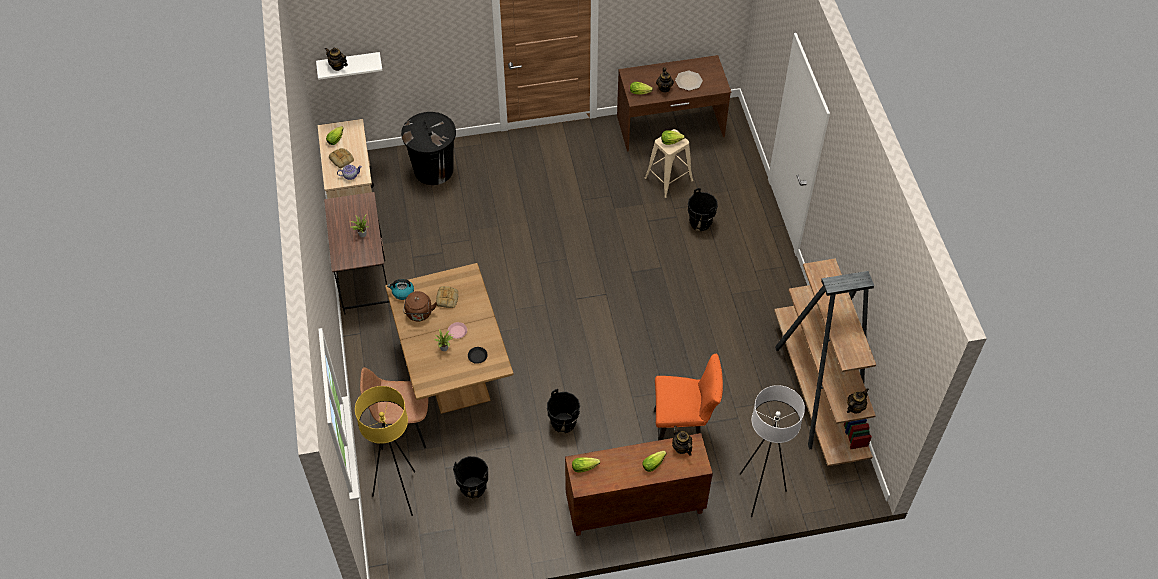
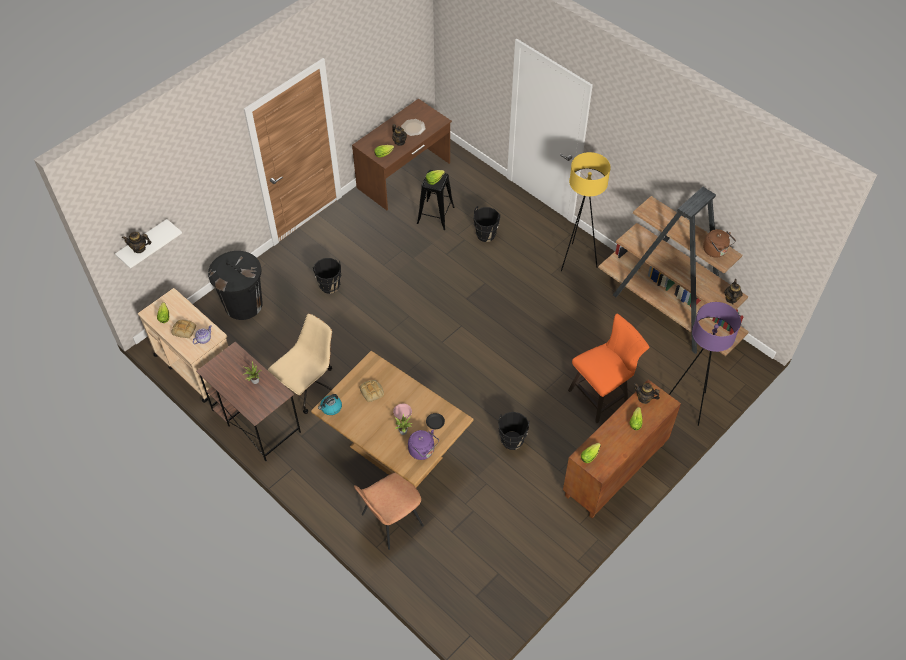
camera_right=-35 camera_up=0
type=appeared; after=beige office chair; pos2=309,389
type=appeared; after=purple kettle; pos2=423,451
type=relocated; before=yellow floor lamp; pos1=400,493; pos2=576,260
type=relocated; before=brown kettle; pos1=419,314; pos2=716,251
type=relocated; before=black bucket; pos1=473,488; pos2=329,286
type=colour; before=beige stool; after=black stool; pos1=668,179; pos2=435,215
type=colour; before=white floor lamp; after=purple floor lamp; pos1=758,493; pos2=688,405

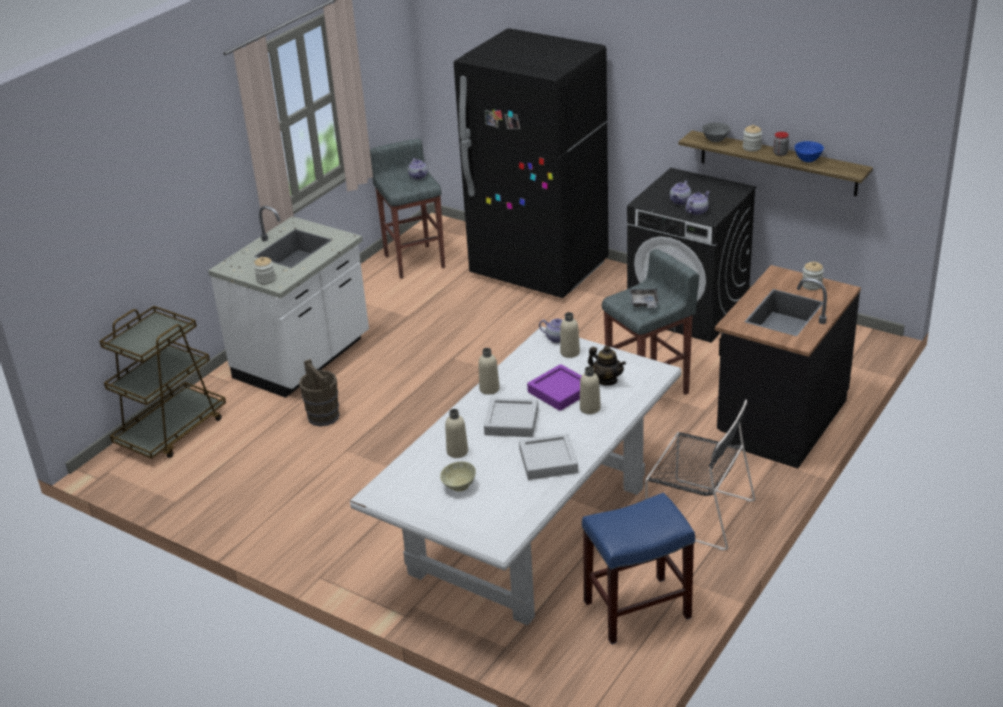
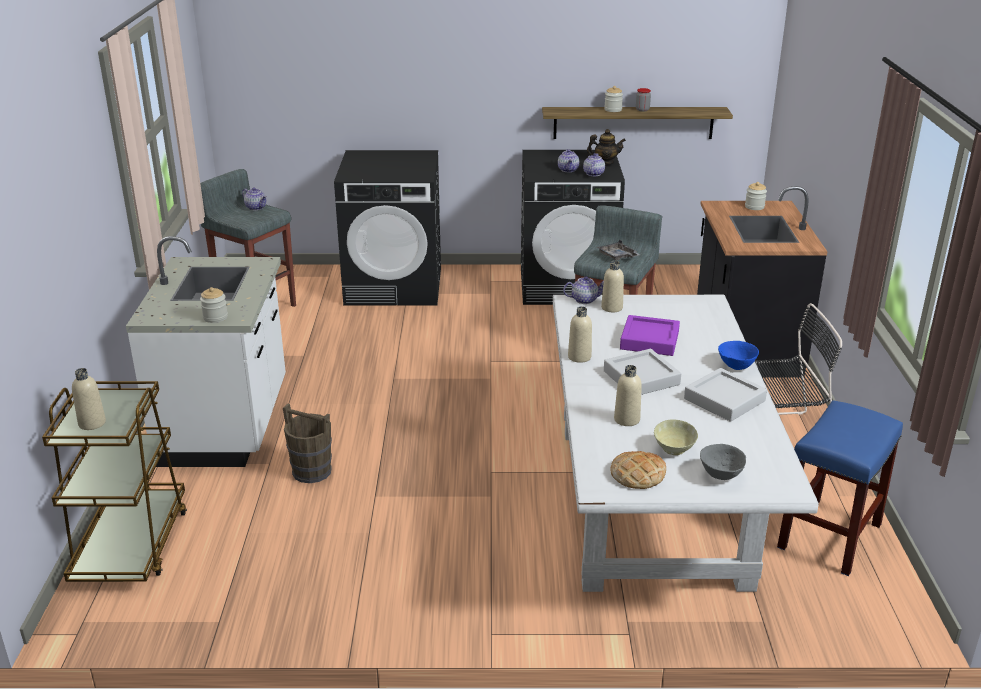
camera_right=-35 camera_up=-5
type=appeared; after=bread; pos2=638,474
type=relocated; before=beige bottle; pos1=590,408; pos2=92,423
type=relocated; before=teapot; pos1=607,380; pos2=605,162
type=relocated; before=grey bowl; pos1=715,141; pos2=721,476
type=relocated; before=blue bowl; pos1=807,160; pos2=736,366
type=exchanged; before=black fridge; after=black washing machine; pos1=539,270; pos2=394,286

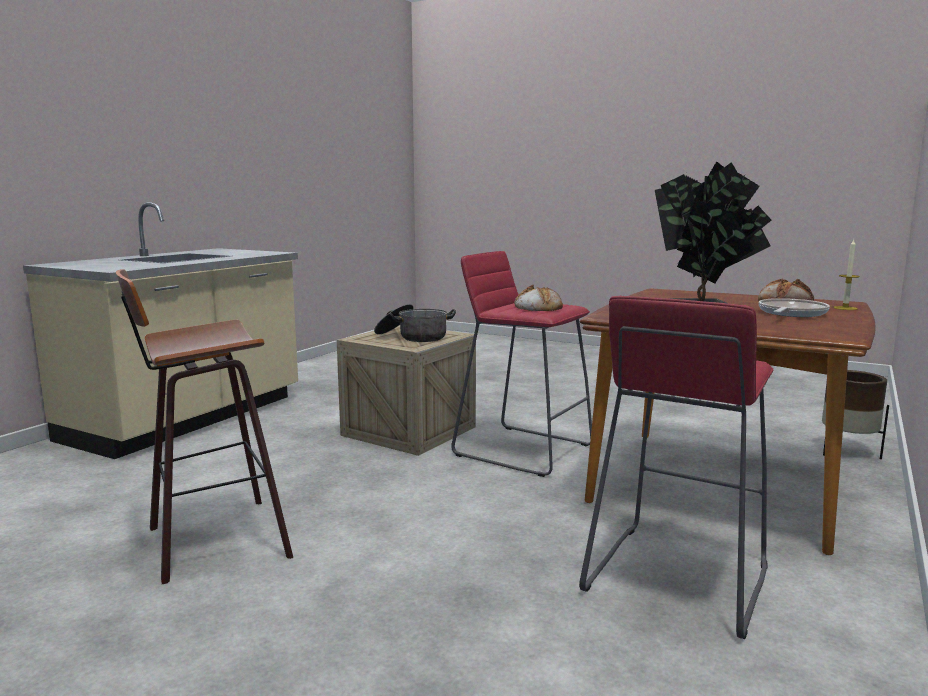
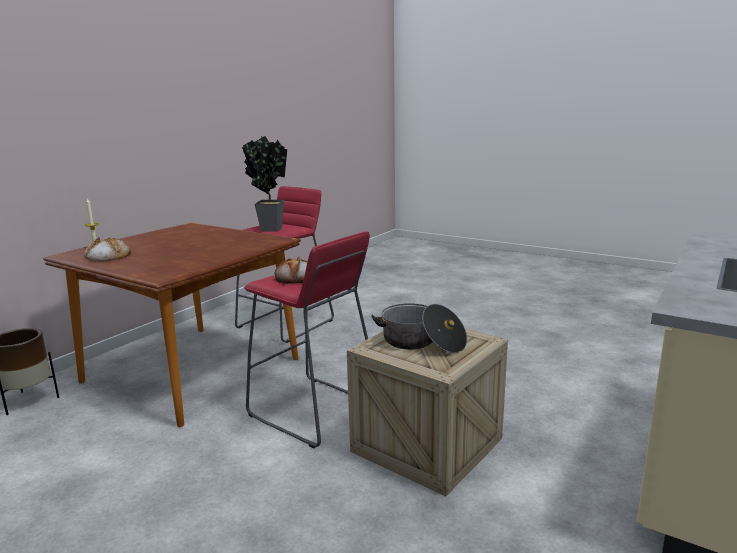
camera_right=-175 camera_up=5
type=missing; before=stool; pos1=212,541
type=missing; before=frying pan; pos1=790,314

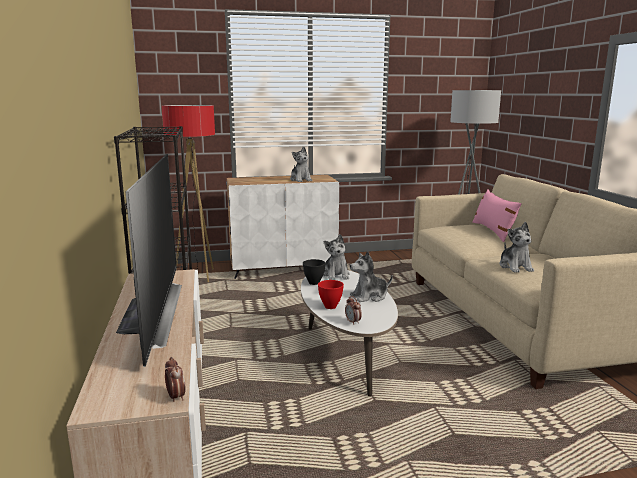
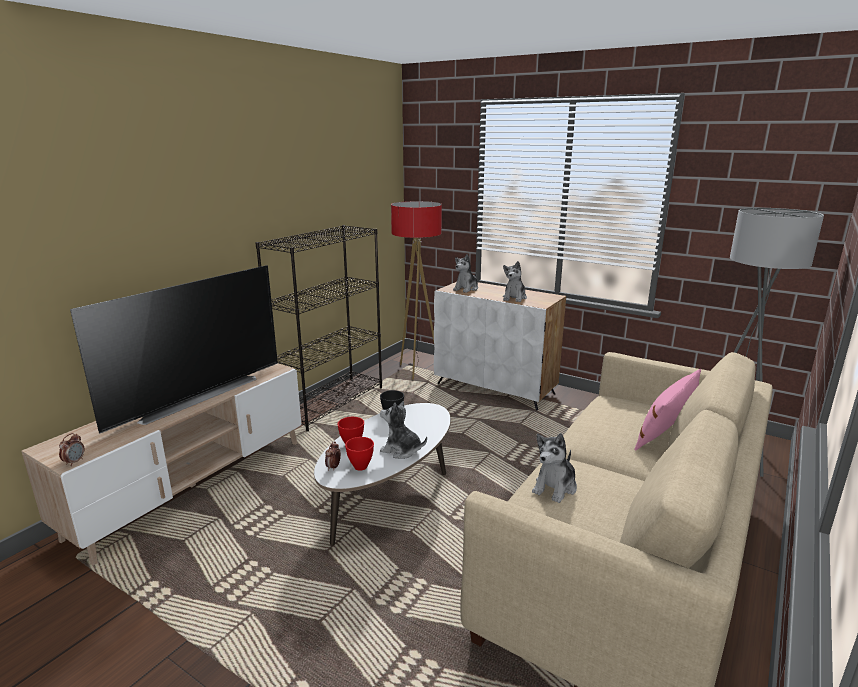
camera_right=45 camera_up=5
type=appeared; after=red bowl; pos2=360,467
type=relocated; before=plush toy; pos1=336,275; pos2=466,289

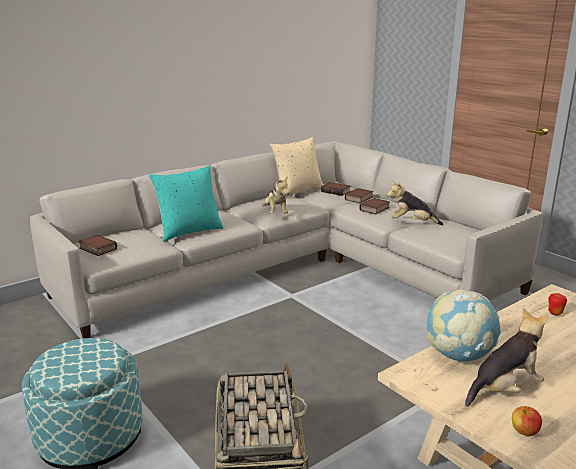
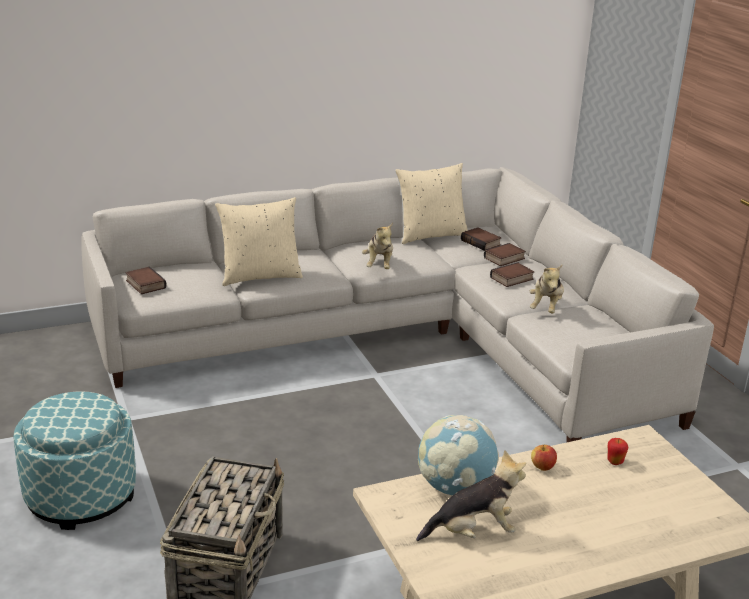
camera_right=15 camera_up=5
type=relocated; before=apple; pos1=524,432; pos2=542,467
type=colour; before=turquoise pillow; after=beige pillow; pos1=189,231; pos2=260,276
type=spun; before=plush toy; pos1=412,223; pos2=546,307; turn=-105

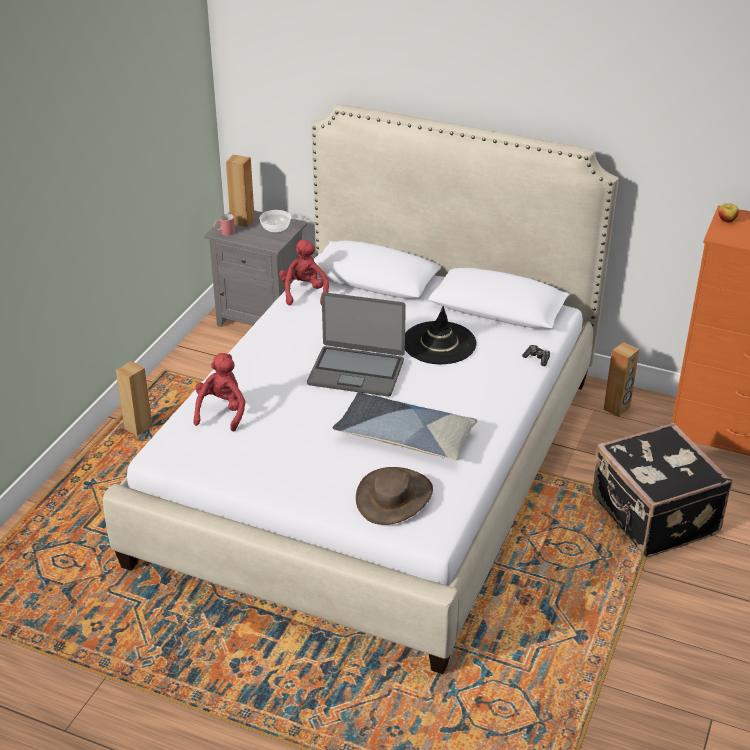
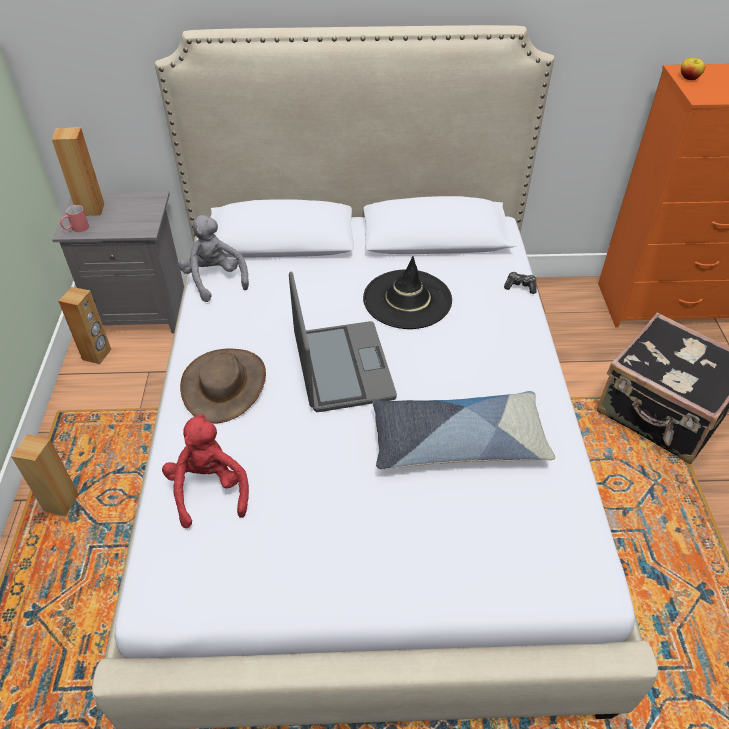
camera_right=-25 camera_up=10
type=missing; before=bowl; pos1=276,228
type=relocated; before=brown hat; pos1=394,497; pos2=225,385
type=relocated; before=brown speaker; pos1=617,408; pos2=97,354
type=colour; before=red plush toy; after=grey plush toy; pos1=304,292; pos2=215,279
type=spun; before=laptop; pos1=356,371; pos2=342,367; turn=-90

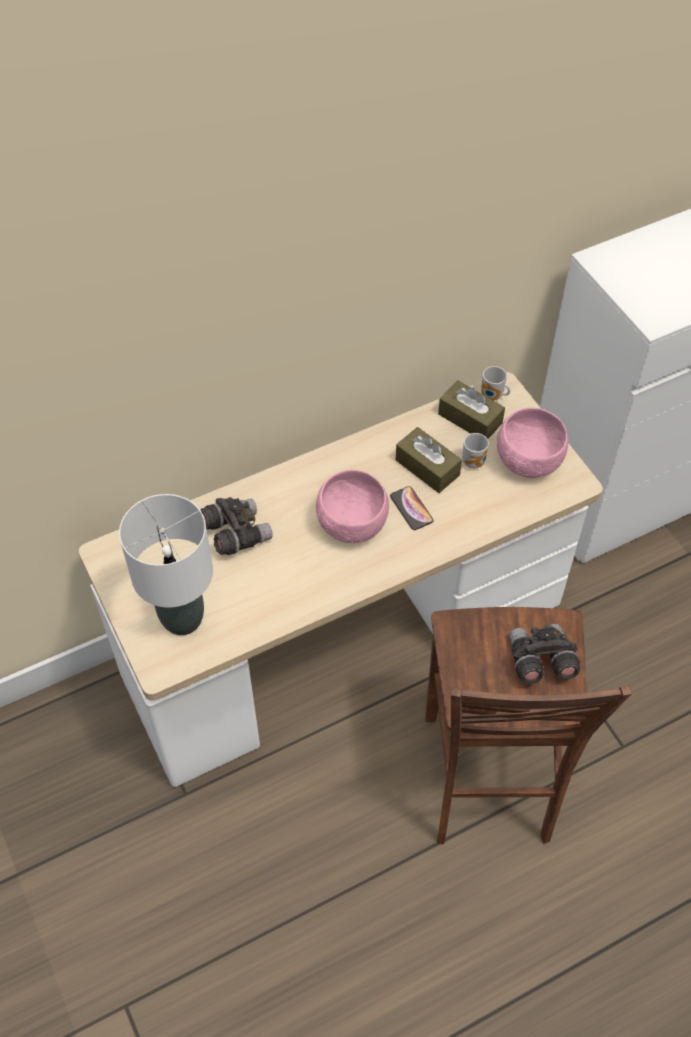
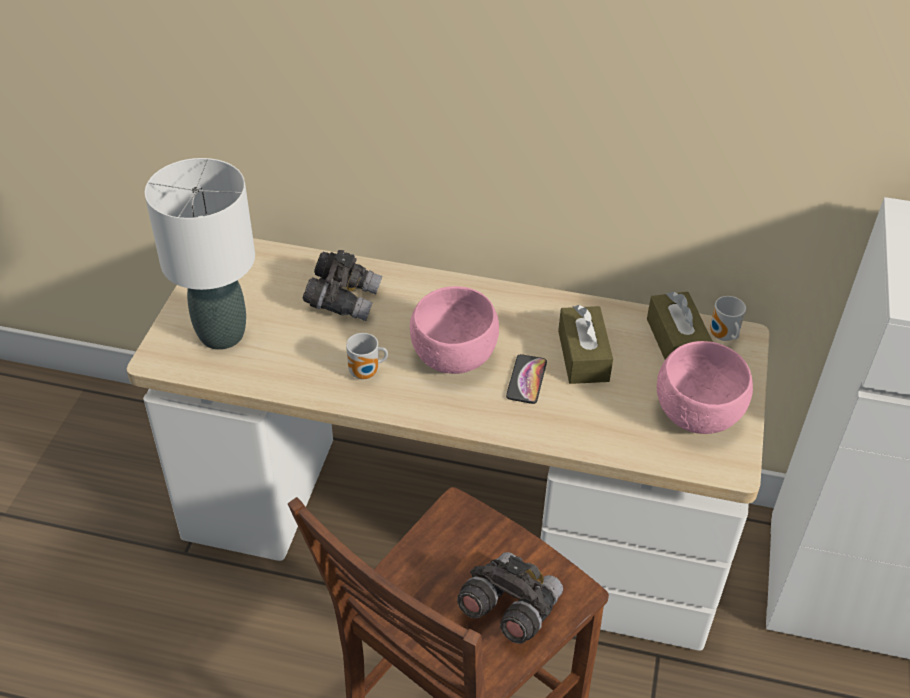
camera_right=40 camera_up=-10
type=relocated; before=mug; pos1=475,461; pos2=366,374

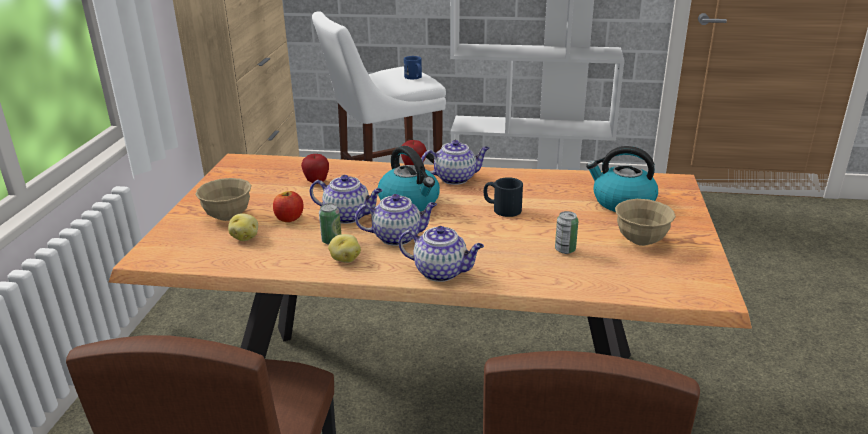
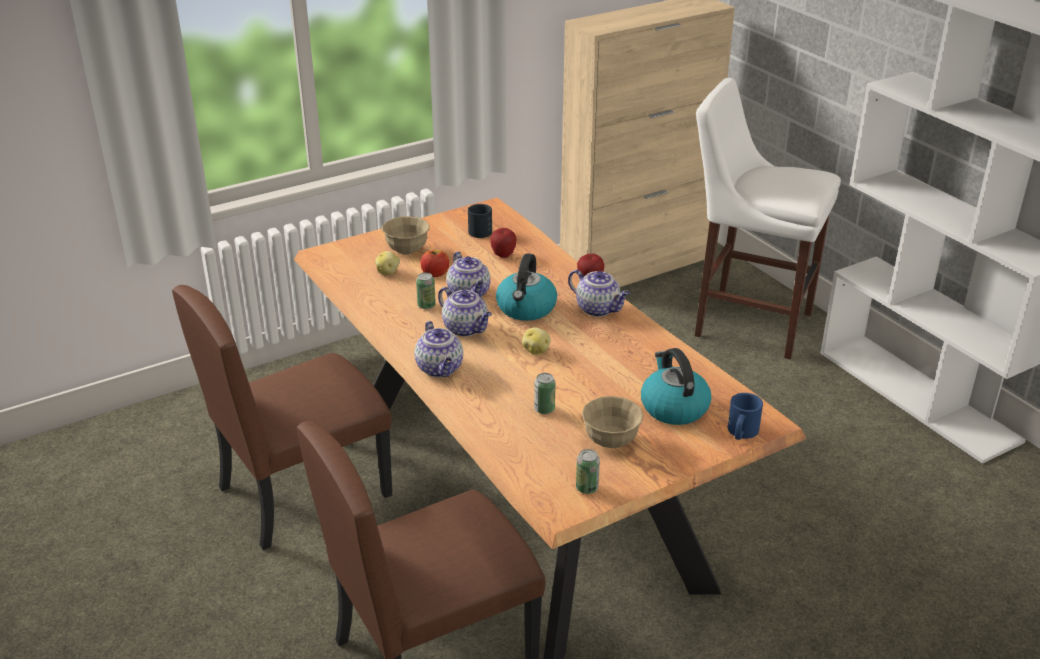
camera_right=50 camera_up=5
type=appeared; after=can; pos2=587,488
type=relocated; before=potato; pos1=345,259; pos2=536,350
type=relocated; before=blue mug; pos1=414,77; pos2=741,433
type=relocated; before=black mug; pos1=501,208; pos2=479,229

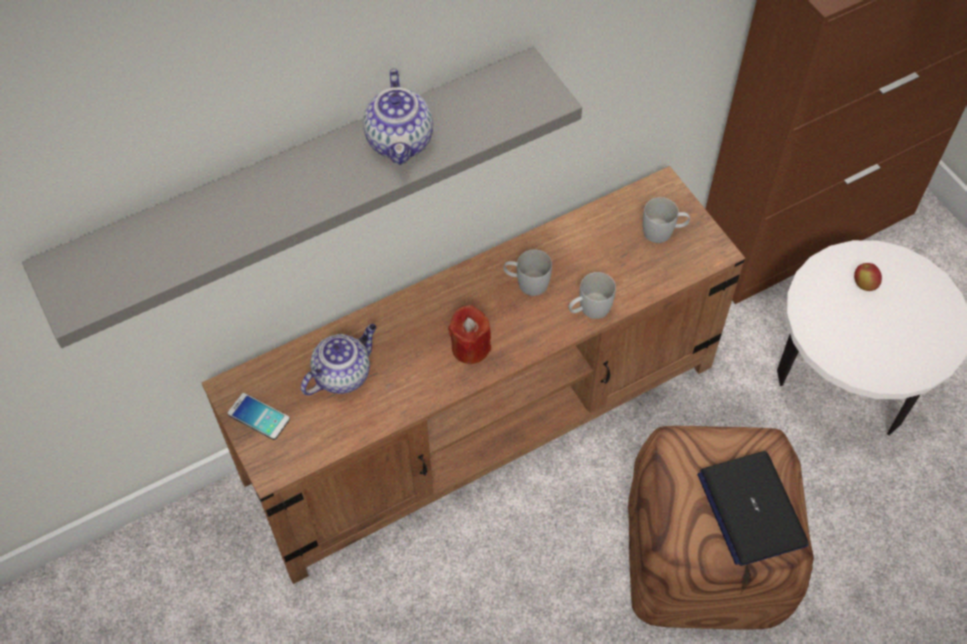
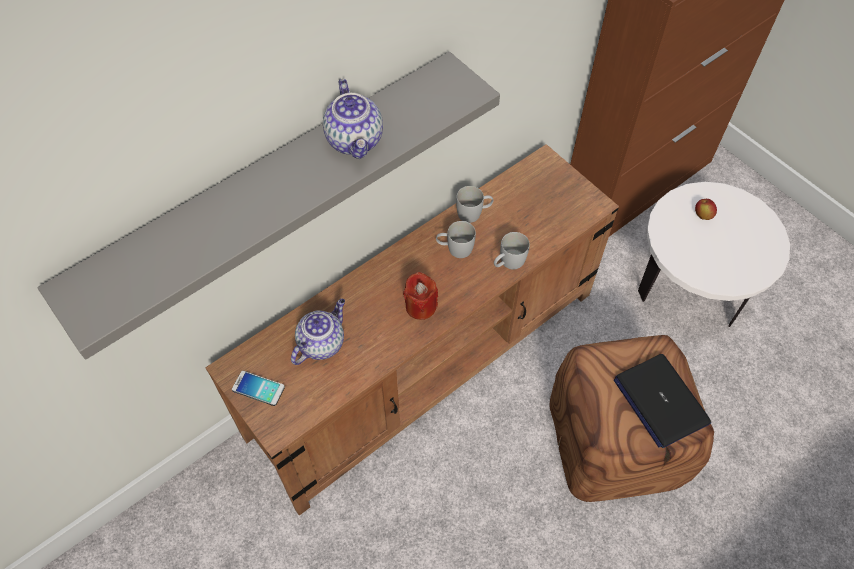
camera_right=-10 camera_up=0
type=relocated; before=white mug; pos1=663,231; pos2=474,213

